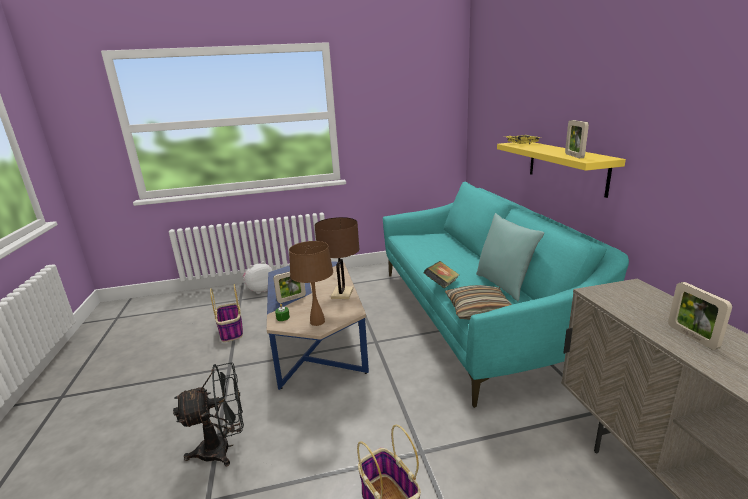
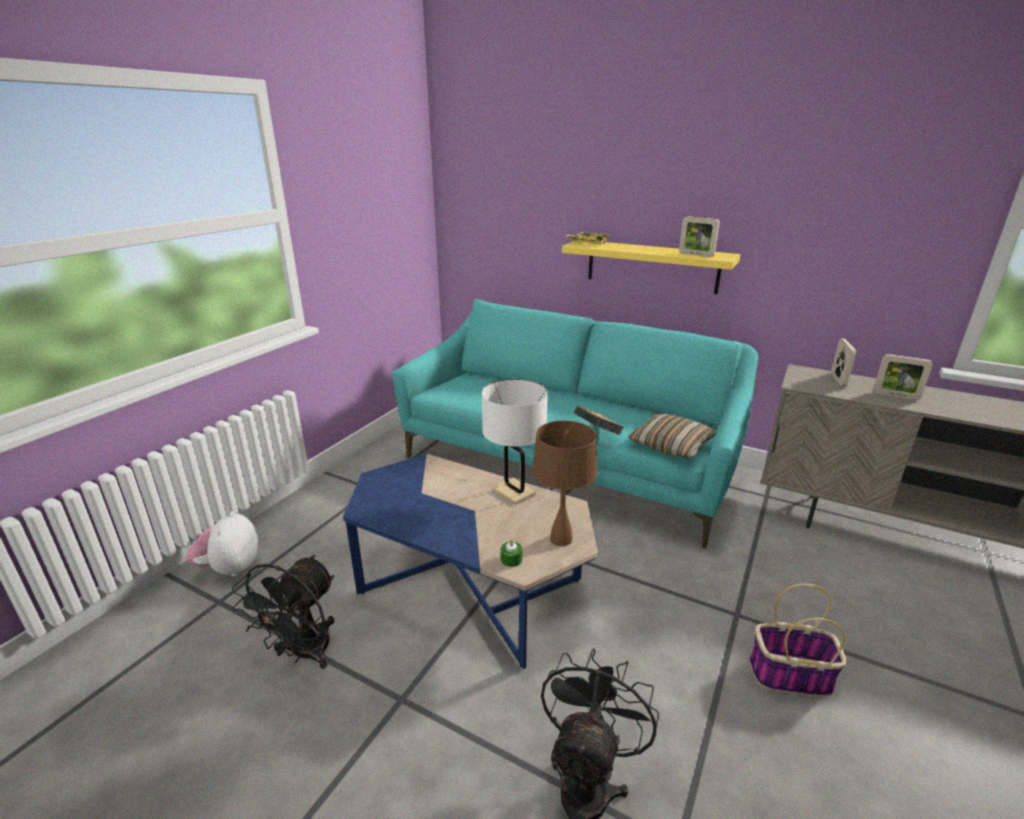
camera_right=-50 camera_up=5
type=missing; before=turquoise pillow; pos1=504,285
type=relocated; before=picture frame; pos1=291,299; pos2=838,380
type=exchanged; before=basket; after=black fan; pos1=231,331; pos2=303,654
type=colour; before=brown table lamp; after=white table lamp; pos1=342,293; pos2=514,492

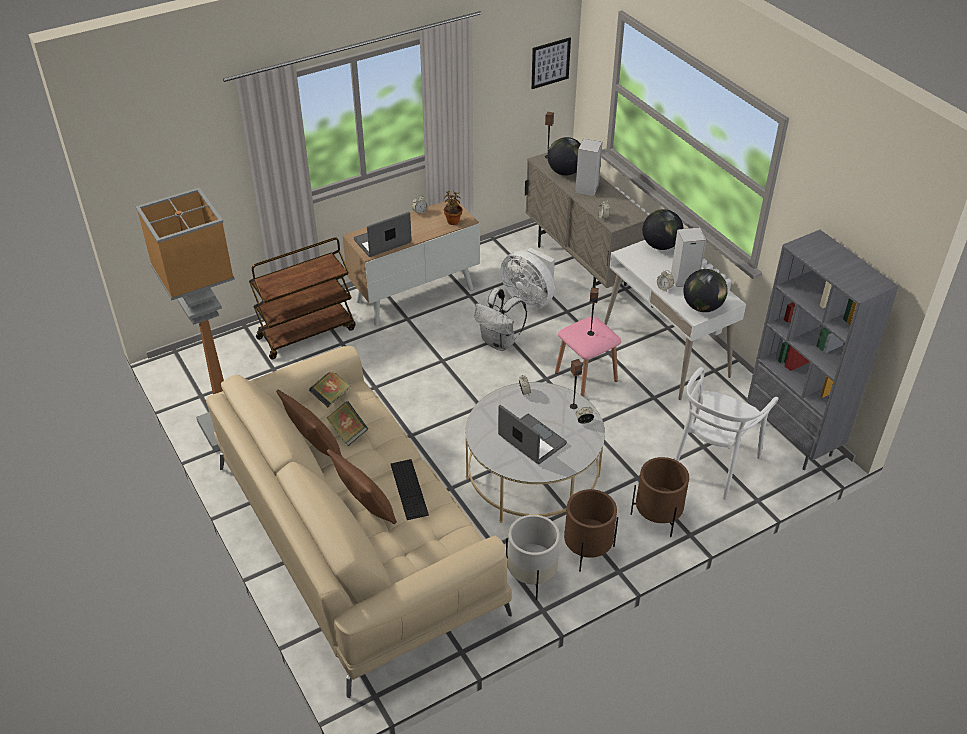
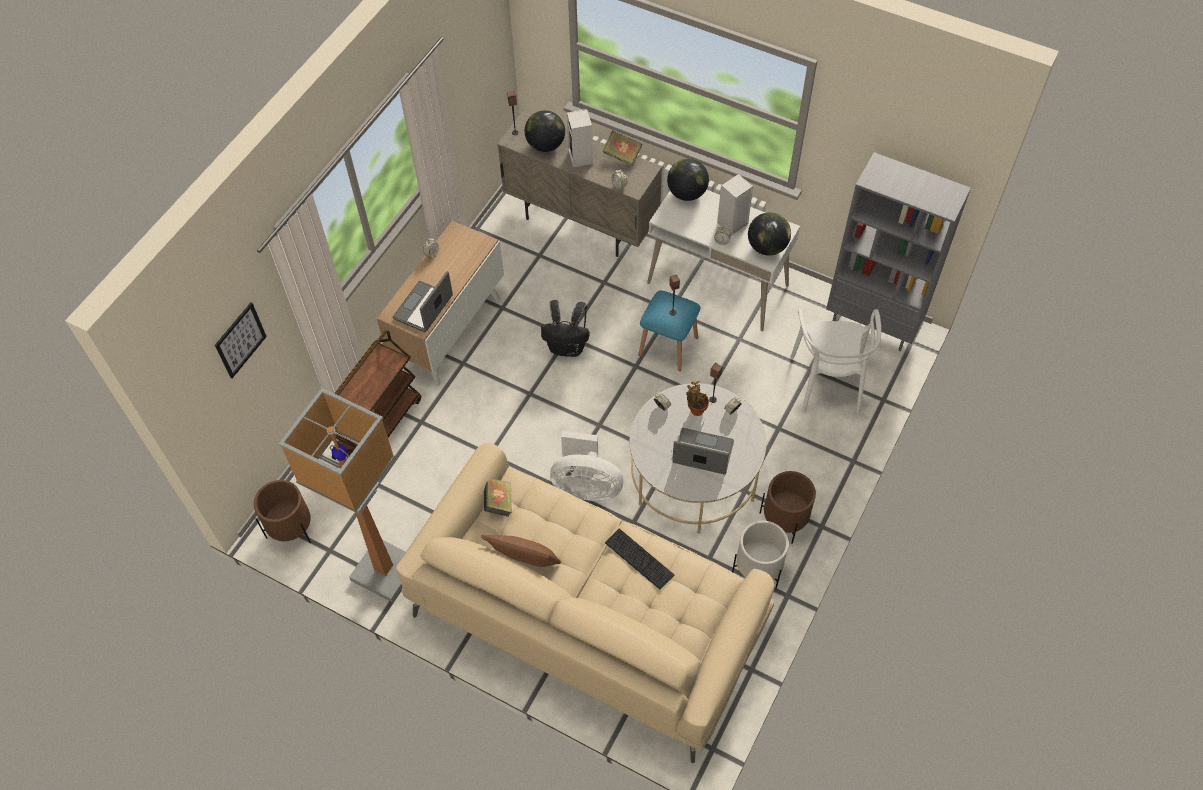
camera_right=-30 camera_up=15
type=missing; before=brown pillow; pos1=365,508
type=relocated; before=book; pos1=348,432; pos2=622,156
type=relocated; before=potted plant; pos1=453,221; pos2=696,409
type=relocated; before=white fan; pos1=529,299; pos2=586,486
type=relocated; before=picture; pos1=550,63; pos2=240,340
type=relocated; before=brown planter; pos1=657,517; pos2=291,529
type=colour; before=white backpack; after=black backpack; pos1=500,342; pos2=568,347
type=colour; before=pink stool; after=blue stool; pos1=586,376; pos2=668,346

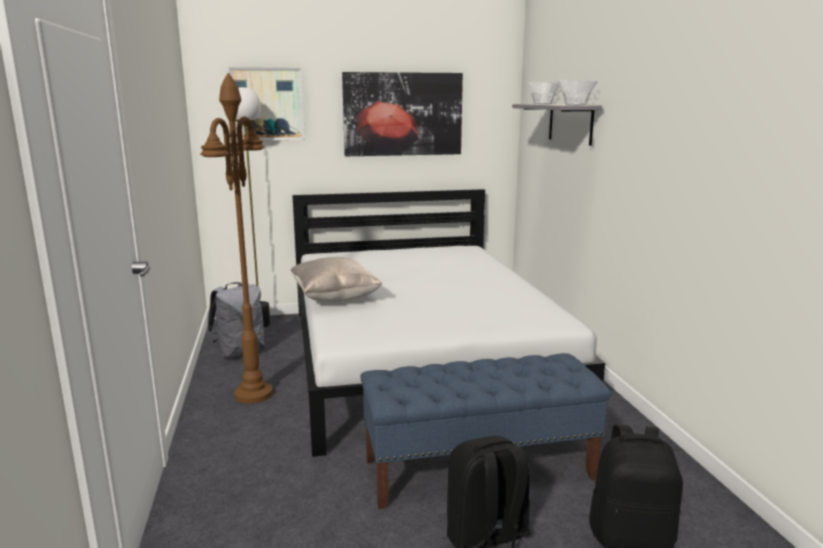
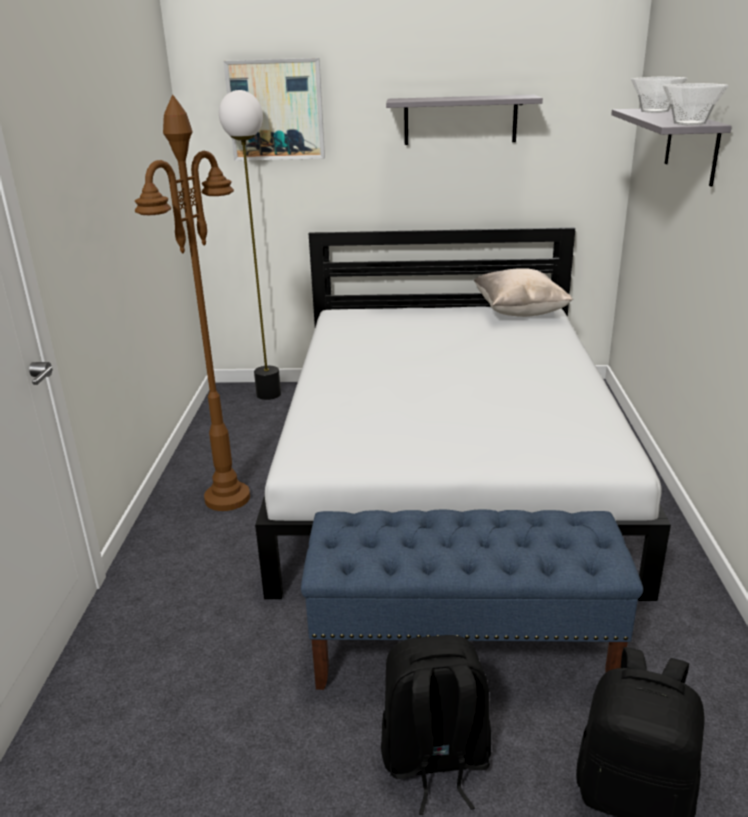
camera_right=15 camera_up=10
type=missing; before=grey backpack; pos1=240,352
type=relocated; before=beige pillow; pos1=335,298; pos2=519,312
type=exchanged; before=picture; after=grey shelf; pos1=403,114; pos2=460,120

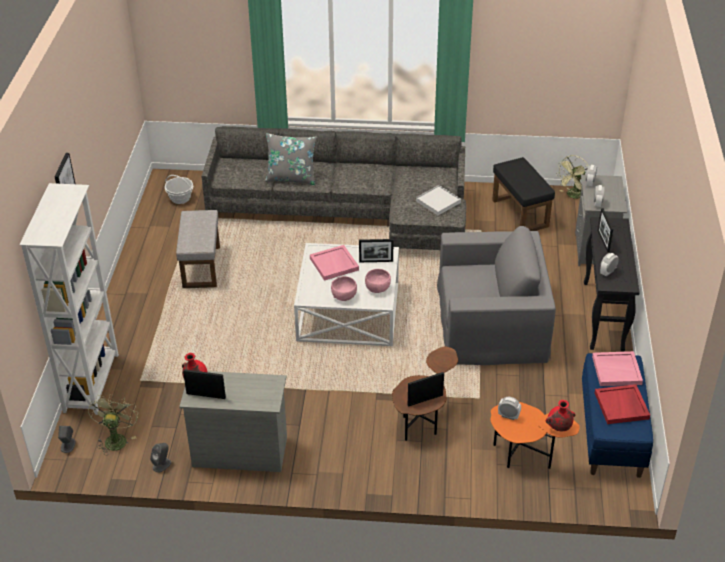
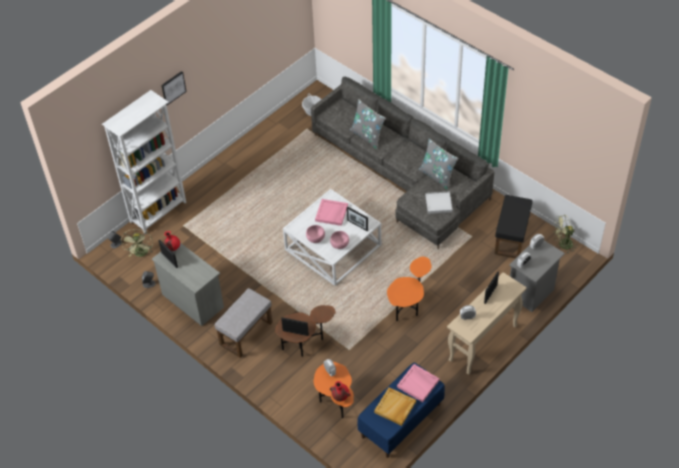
camera_right=40 camera_up=10
type=appeared; after=grey pillow; pos2=437,176
type=relocated; before=grey ottoman; pos1=201,266; pos2=246,333
type=exchanged; before=grey armchair; after=orange side table; pos1=491,322; pos2=409,305
type=colour; before=black console table; after=beige console table; pos1=603,316; pos2=482,343
type=colour; before=red tray; after=beige tray; pos1=622,406; pos2=395,407
type=spun; before=green fan; pos1=116,438; pos2=141,254; turn=135

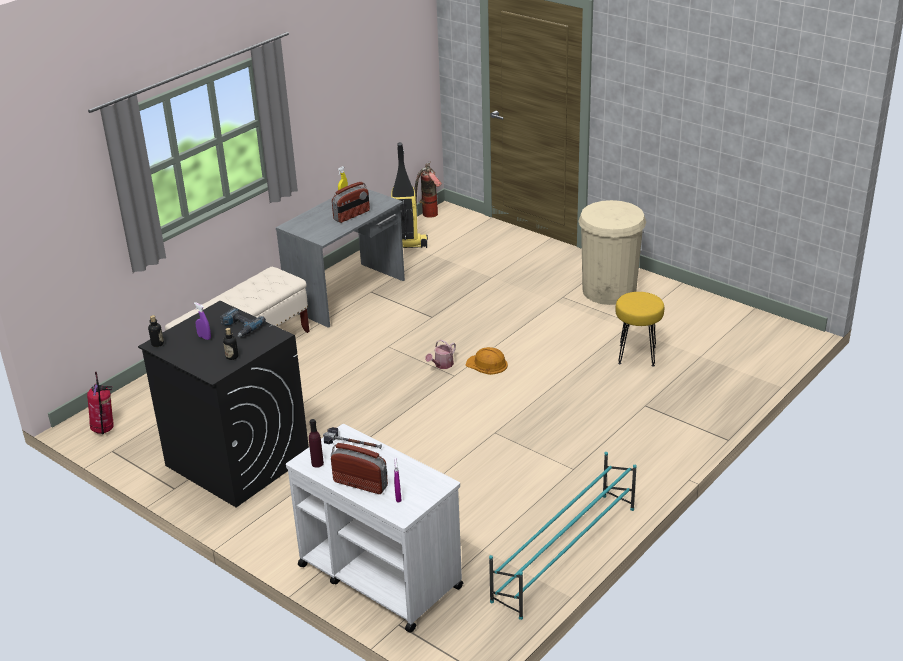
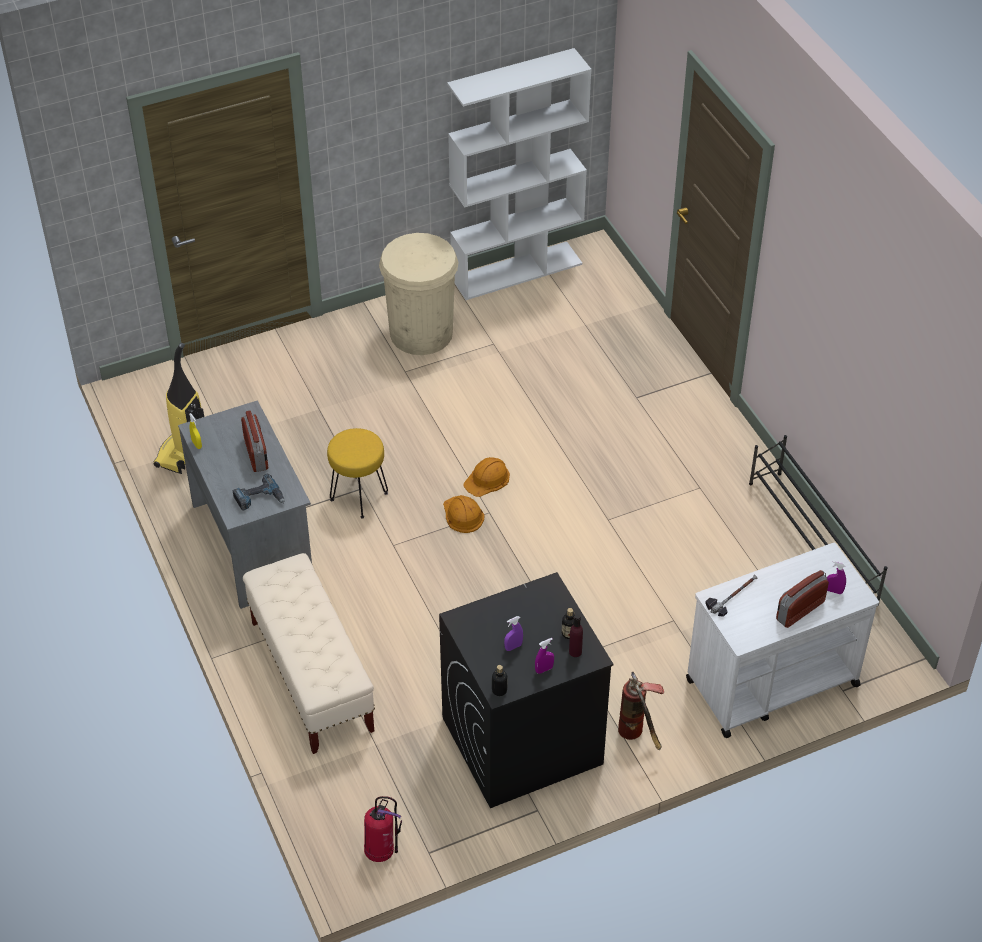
camera_right=-65 camera_up=15
type=appeared; after=white bookcase; pos2=517,270
type=appeared; after=purple spray bottle; pos2=544,669
type=relocated; before=power drill; pos1=240,327; pos2=259,498
type=relocated; before=purple bottle; pos1=317,463; pos2=575,652
type=relocated; before=fire extinguisher; pos1=428,217; pos2=638,735
type=relocated; before=yellow stool; pos1=637,355; pos2=359,496
type=exchanged; before=watering can; after=orange hard hat; pos1=442,365; pos2=462,515
type=colour; before=turquoise shoe rack; after=black shoe rack; pos1=564,554; pos2=812,543

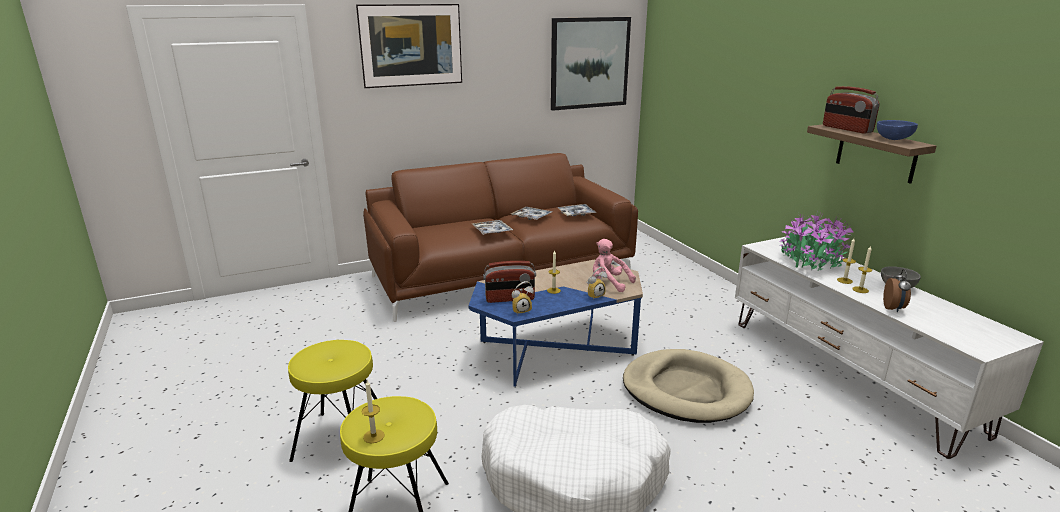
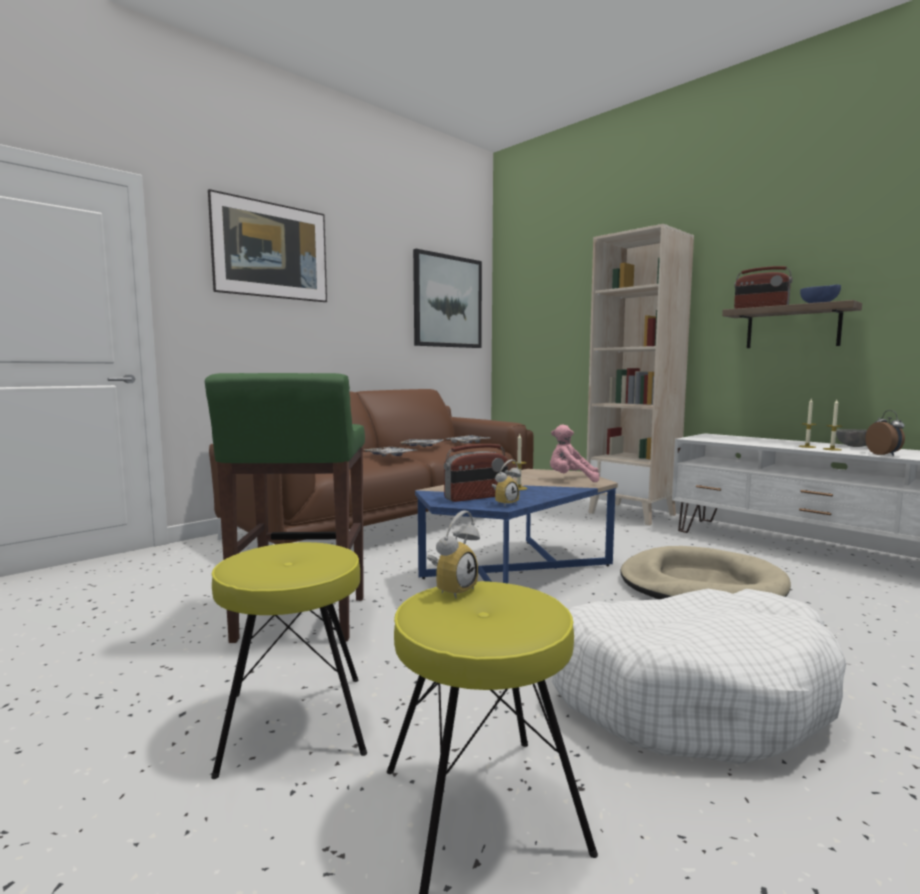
camera_right=-20 camera_up=-15
type=missing; before=candle; pos1=373,436
type=missing; before=potted plant; pos1=810,262
type=appeared; after=green stool; pos2=301,620
type=appeared; after=beige bookcase; pos2=632,514
type=relocated; before=alarm clock; pos1=595,295; pos2=452,589

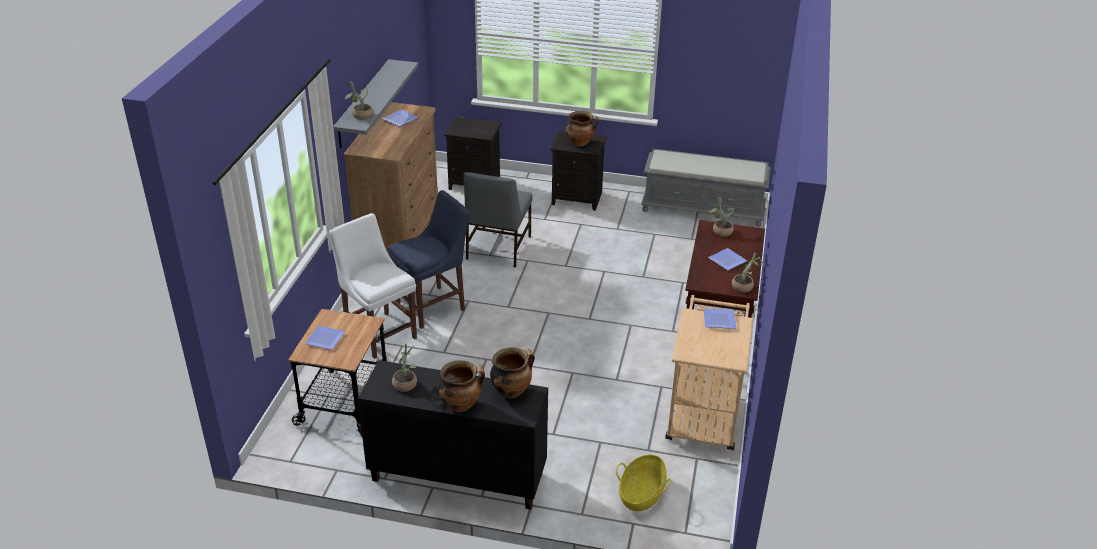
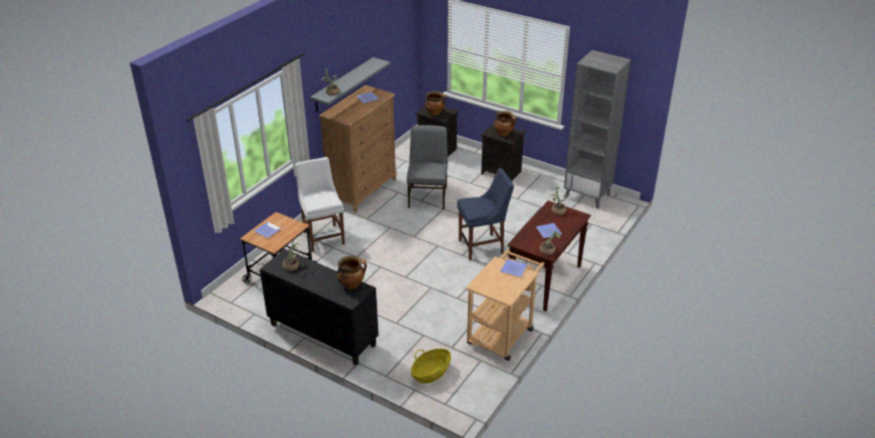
camera_right=20 camera_up=0
type=relocated; before=blue chair; pos1=433,306; pos2=483,246
type=relocated; before=cooking pot; pos1=461,404; pos2=435,113
type=exchanged; before=grey bench; after=grey bookcase; pos1=703,208; pos2=587,195
type=spun; before=grey chair; pos1=497,248; pos2=428,196; turn=150

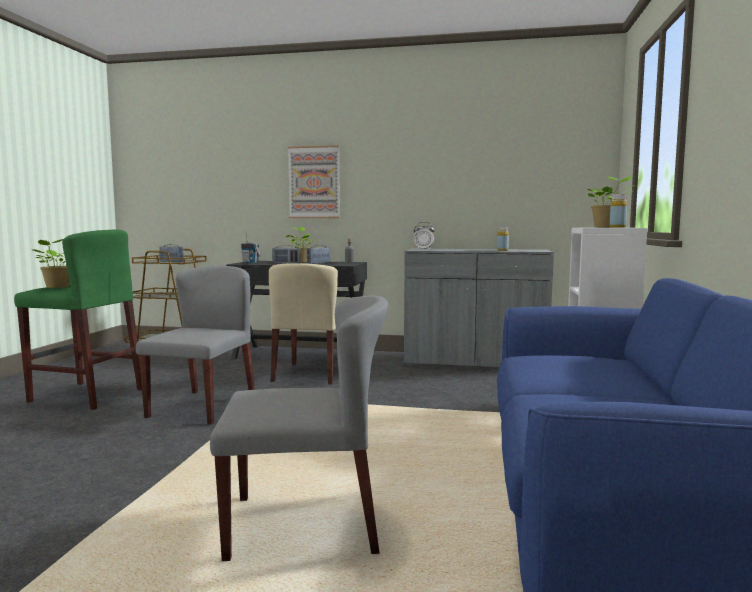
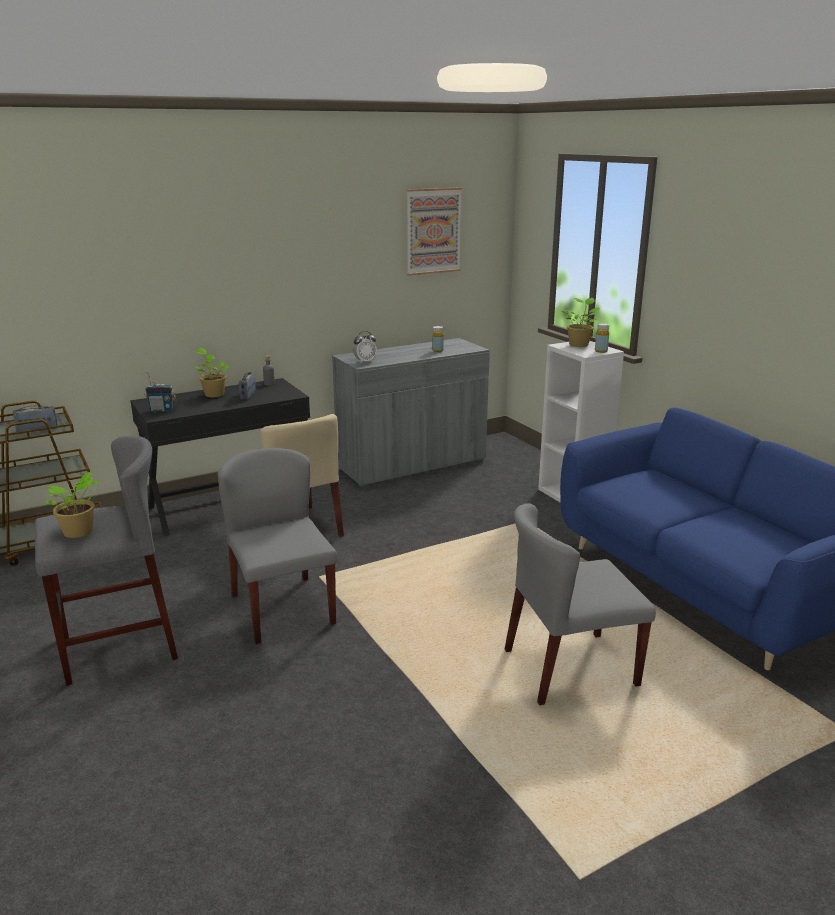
camera_right=-40 camera_up=15
type=missing; before=radio; pos1=286,263
type=relocated; before=picture; pos1=314,182; pos2=433,231
type=colour; before=green stool; after=grey stool; pos1=86,395; pos2=118,647
type=spun; before=grey chair; pos1=305,524; pos2=569,668; turn=-150

